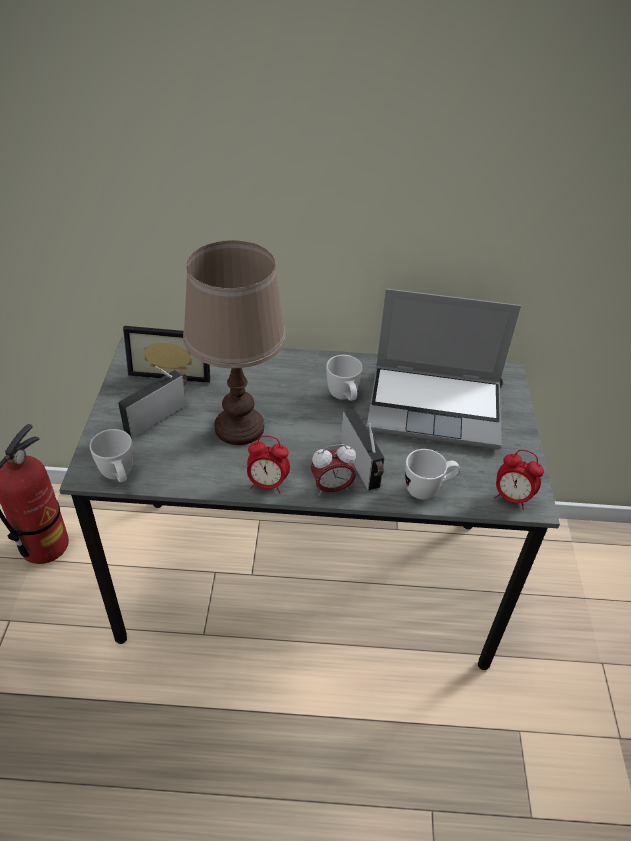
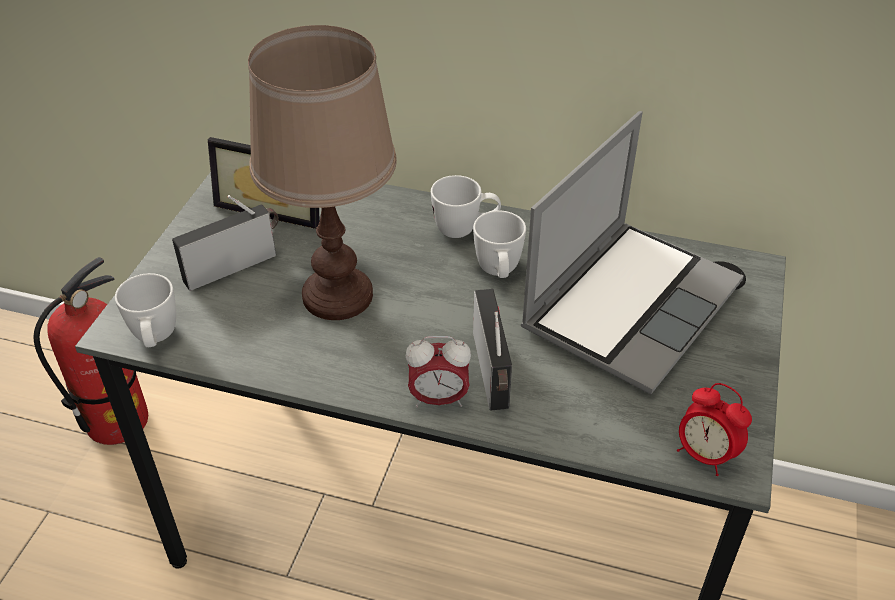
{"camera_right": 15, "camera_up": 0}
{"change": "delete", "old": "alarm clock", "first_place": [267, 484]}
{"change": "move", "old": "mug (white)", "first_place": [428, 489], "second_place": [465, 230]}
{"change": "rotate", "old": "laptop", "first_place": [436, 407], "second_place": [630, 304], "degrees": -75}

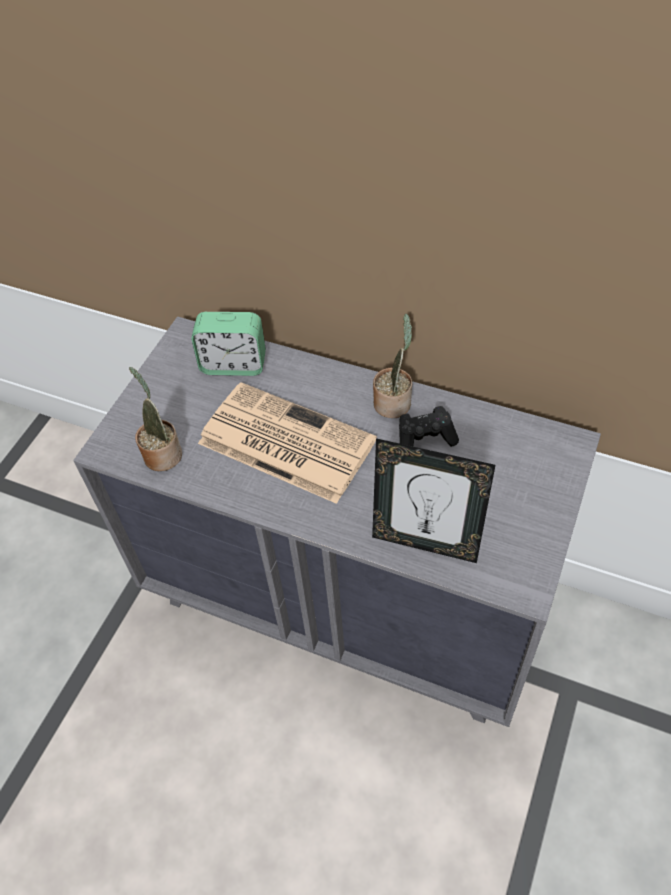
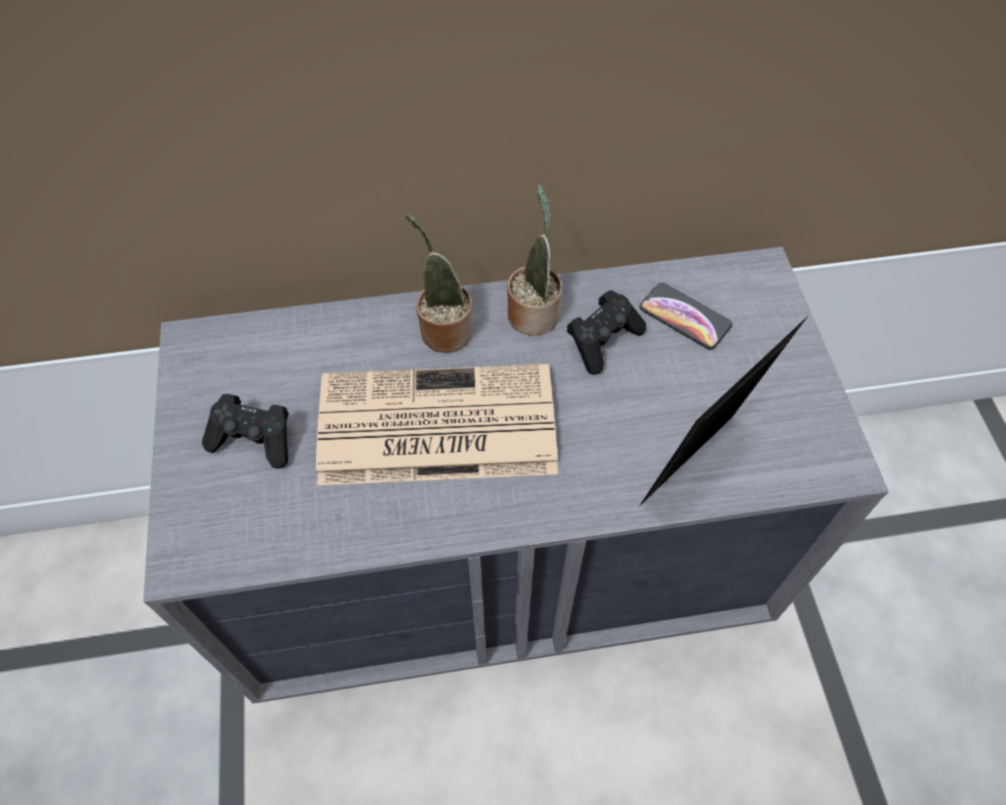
{"camera_right": -35, "camera_up": 5}
{"change": "delete", "old": "alarm clock", "first_place": [233, 364]}
{"change": "insert", "new": "game controller (black)", "second_place": [254, 439]}
{"change": "insert", "new": "phone", "second_place": [685, 317]}
{"change": "move", "old": "potted plant", "first_place": [162, 453], "second_place": [443, 329]}
{"change": "rotate", "old": "picture frame", "first_place": [425, 542], "second_place": [696, 468], "degrees": 150}

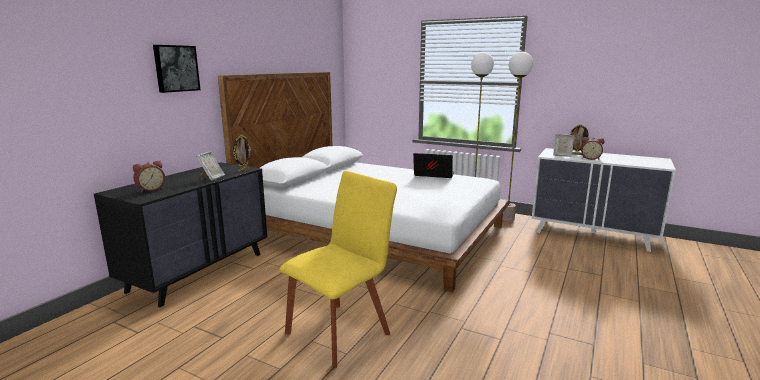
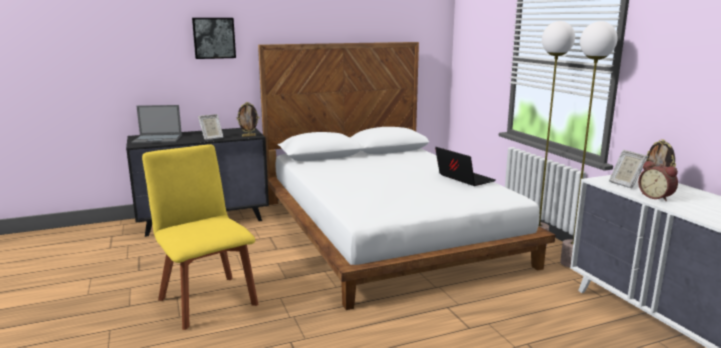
{"camera_right": 40, "camera_up": 0}
{"change": "replace", "old": "alarm clock", "new": "laptop", "first_place": [150, 189], "second_place": [158, 139]}
{"change": "rotate", "old": "chair (yellow)", "first_place": [341, 330], "second_place": [206, 299], "degrees": -120}

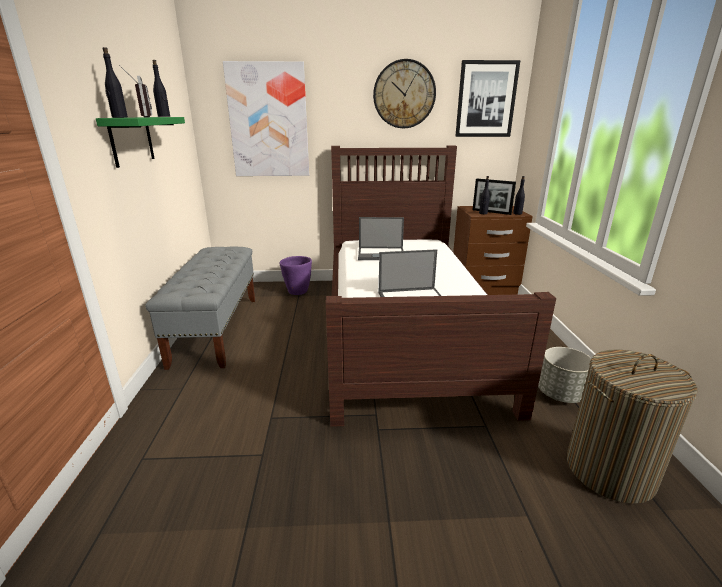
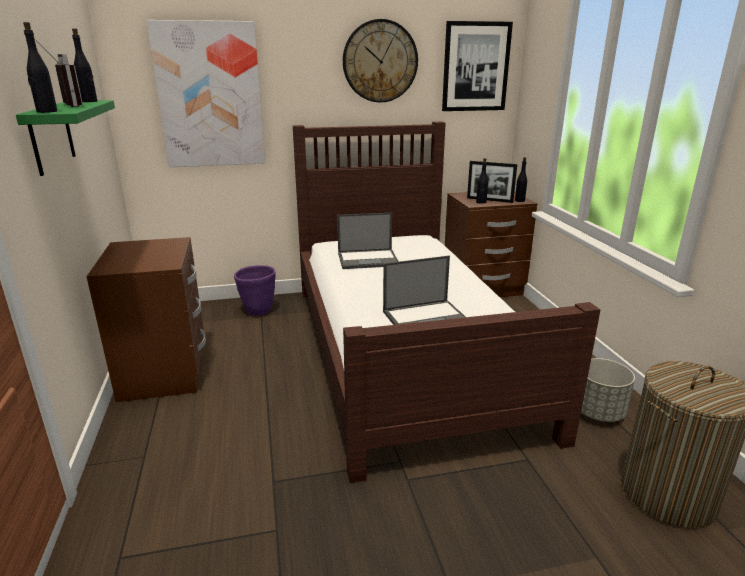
{"camera_right": -10, "camera_up": 0}
{"change": "replace", "old": "bench (grey)", "new": "nightstand (brown)", "first_place": [216, 329], "second_place": [165, 371]}

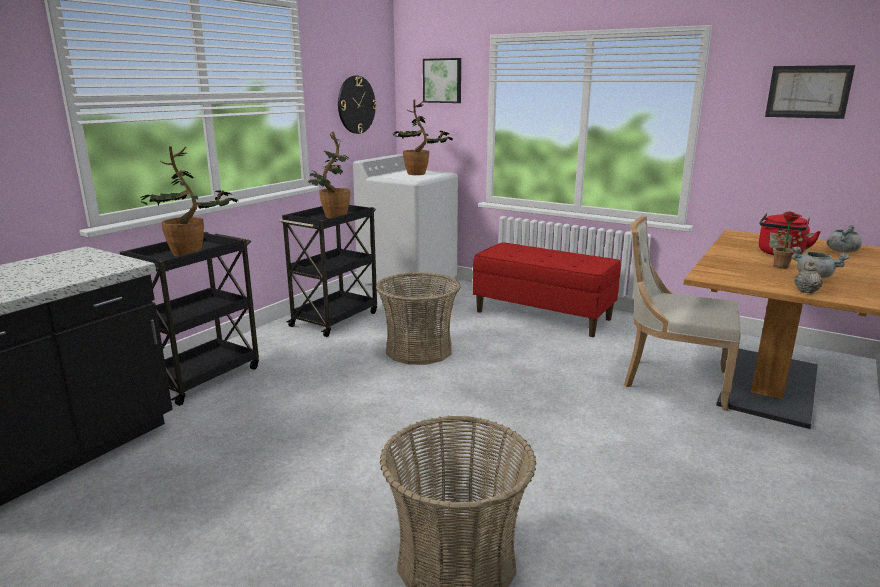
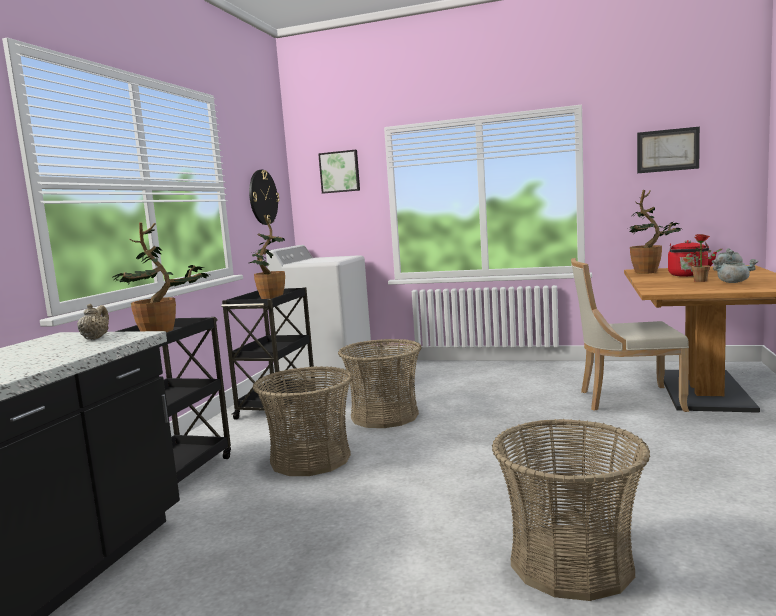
{"camera_right": -15, "camera_up": -10}
{"change": "delete", "old": "bench (red)", "first_place": [543, 315]}
{"change": "insert", "new": "basket", "second_place": [310, 459]}
{"change": "move", "old": "potted plant", "first_place": [421, 174], "second_place": [651, 271]}
{"change": "move", "old": "teapot (beige)", "first_place": [805, 291], "second_place": [95, 338]}

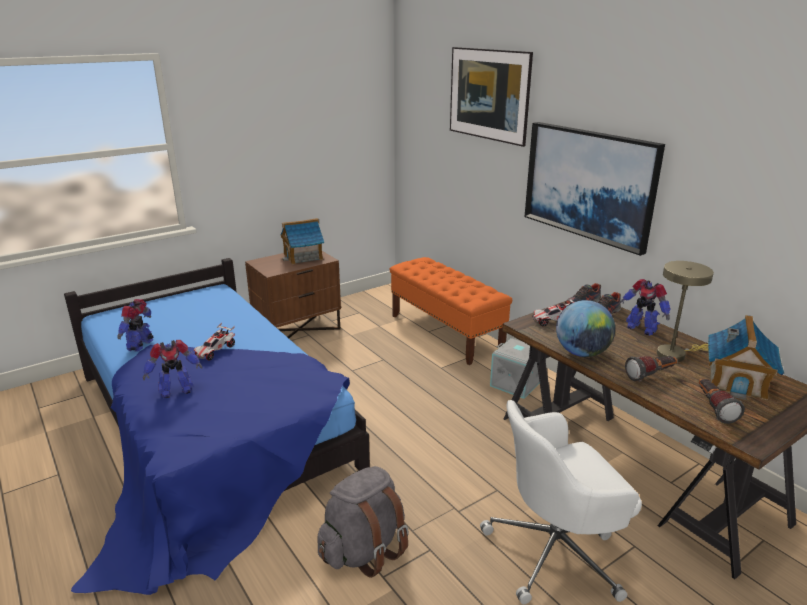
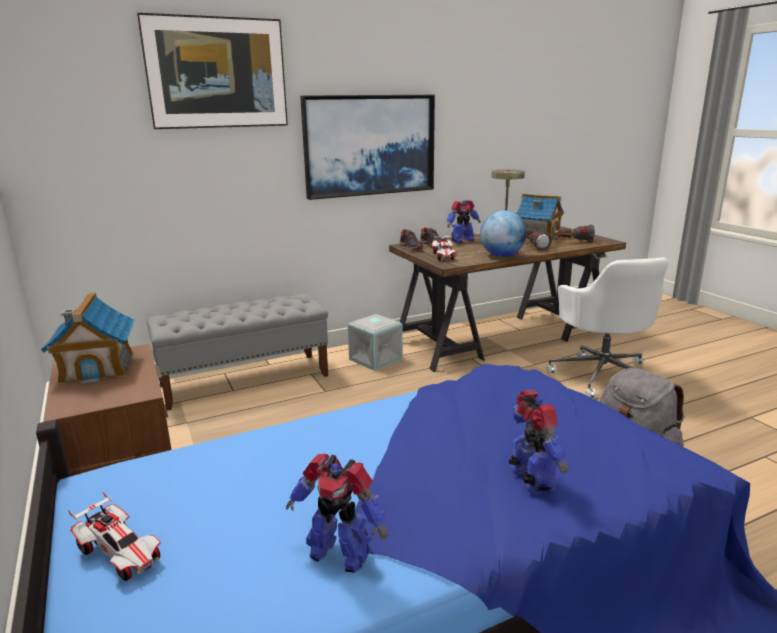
{"camera_right": -80, "camera_up": -5}
{"change": "move", "old": "toy car", "first_place": [215, 351], "second_place": [120, 554]}
{"change": "recolor", "old": "bench (orange)", "new": "bench (grey)", "first_place": [446, 332], "second_place": [245, 380]}

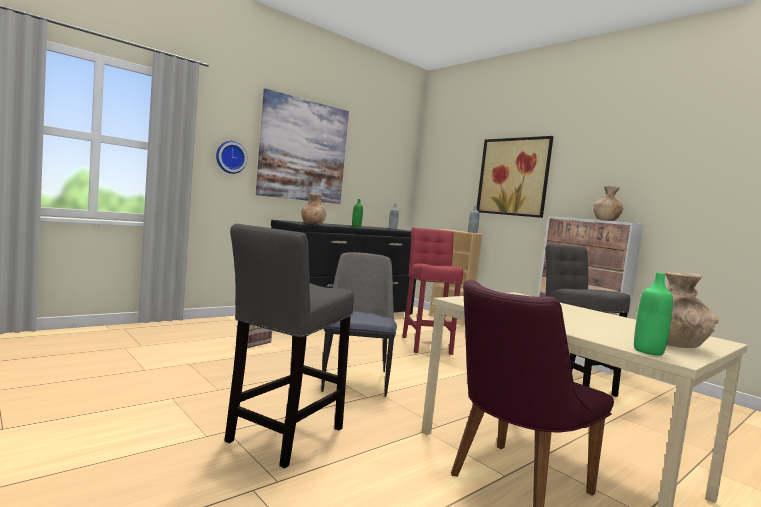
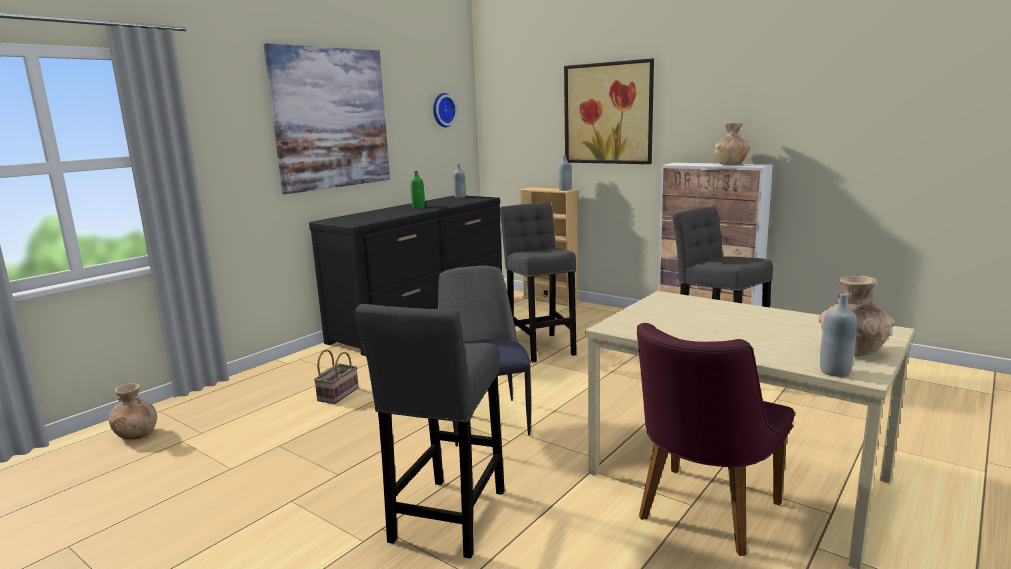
{"camera_right": -10, "camera_up": 10}
{"change": "move", "old": "wall clock", "first_place": [230, 157], "second_place": [442, 110]}
{"change": "move", "old": "vase (brown)", "first_place": [313, 224], "second_place": [137, 434]}
{"change": "recolor", "old": "stool (red)", "new": "stool (grey)", "first_place": [426, 344], "second_place": [540, 346]}
{"change": "recolor", "old": "bottle (green)", "new": "bottle (grey)", "first_place": [648, 351], "second_place": [835, 371]}

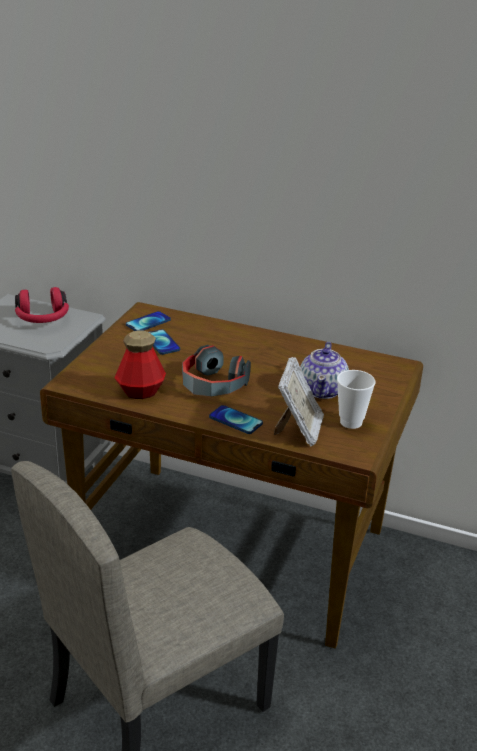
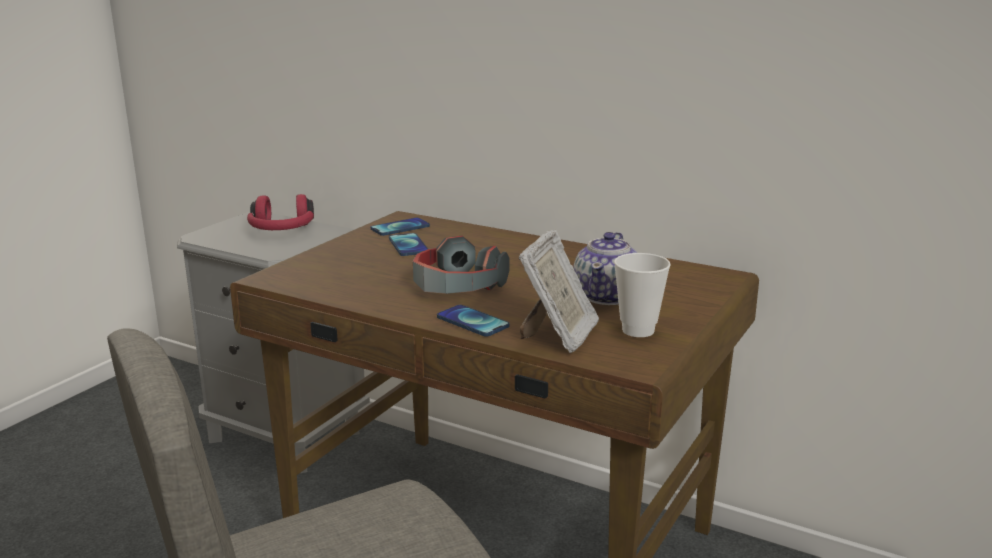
{"camera_right": 10, "camera_up": -10}
{"change": "delete", "old": "bottle", "first_place": [140, 392]}

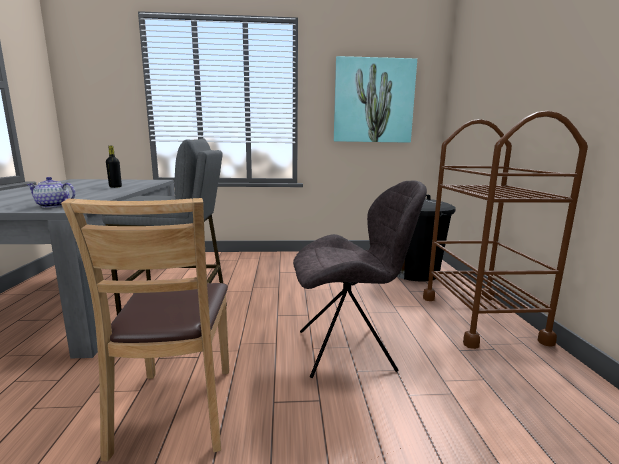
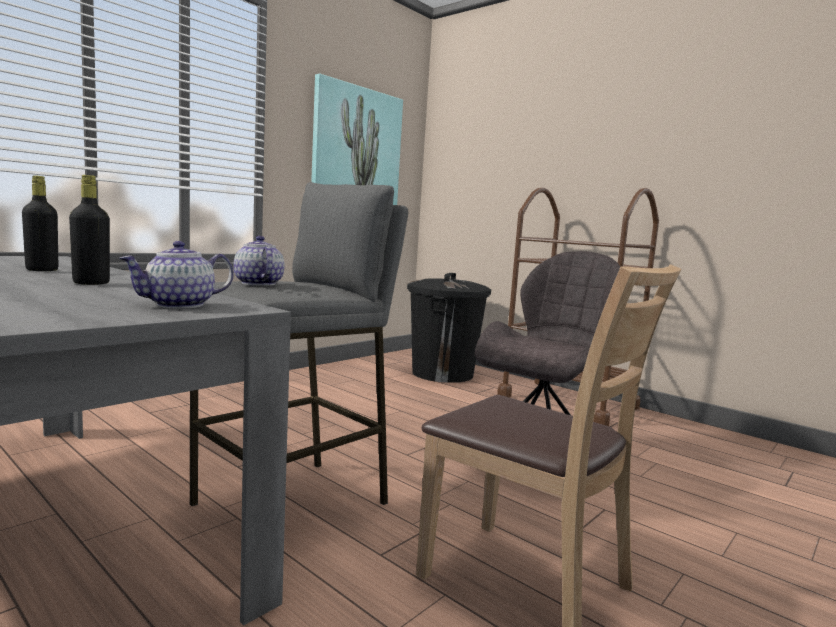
{"camera_right": -45, "camera_up": -5}
{"change": "insert", "new": "bottle (black)", "second_place": [91, 283]}
{"change": "insert", "new": "teapot", "second_place": [257, 284]}

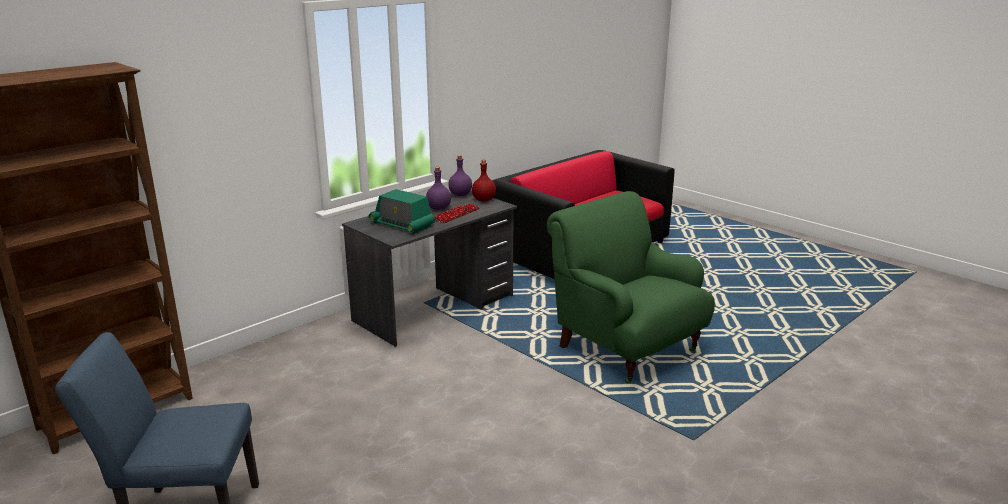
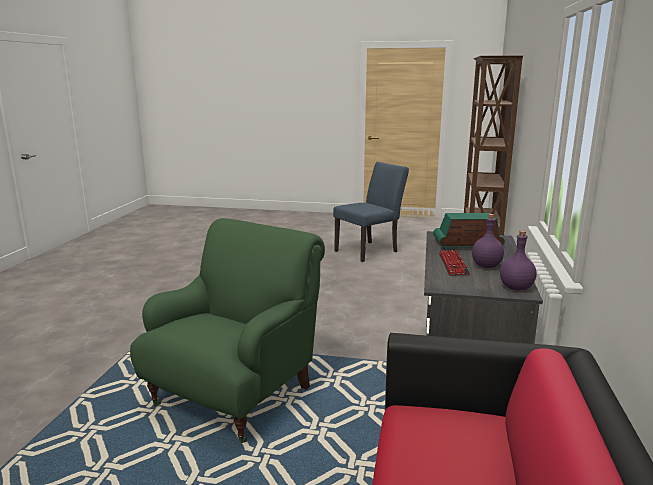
{"camera_right": 145, "camera_up": -5}
{"change": "delete", "old": "bottle (red)", "first_place": [484, 200]}
{"change": "rotate", "old": "armchair (green)", "first_place": [625, 348], "second_place": [236, 395], "degrees": -75}

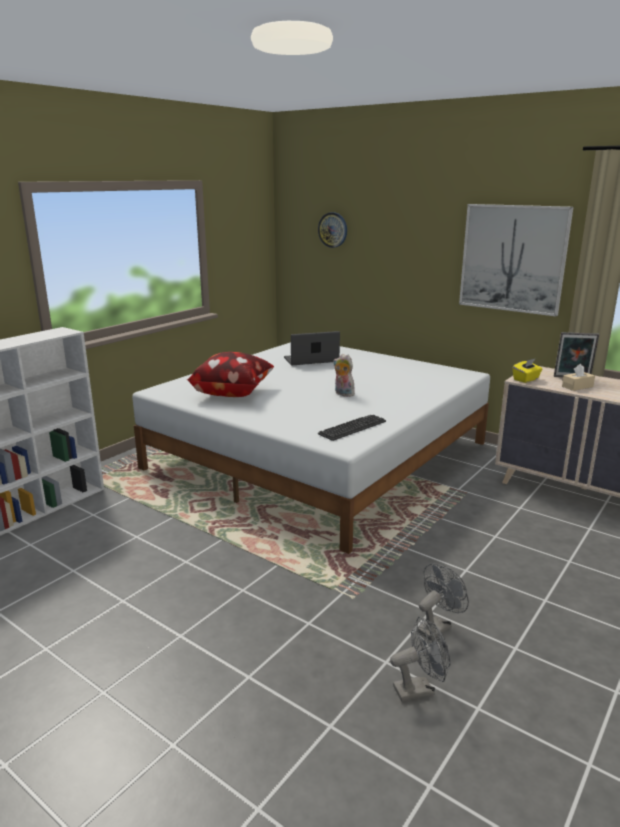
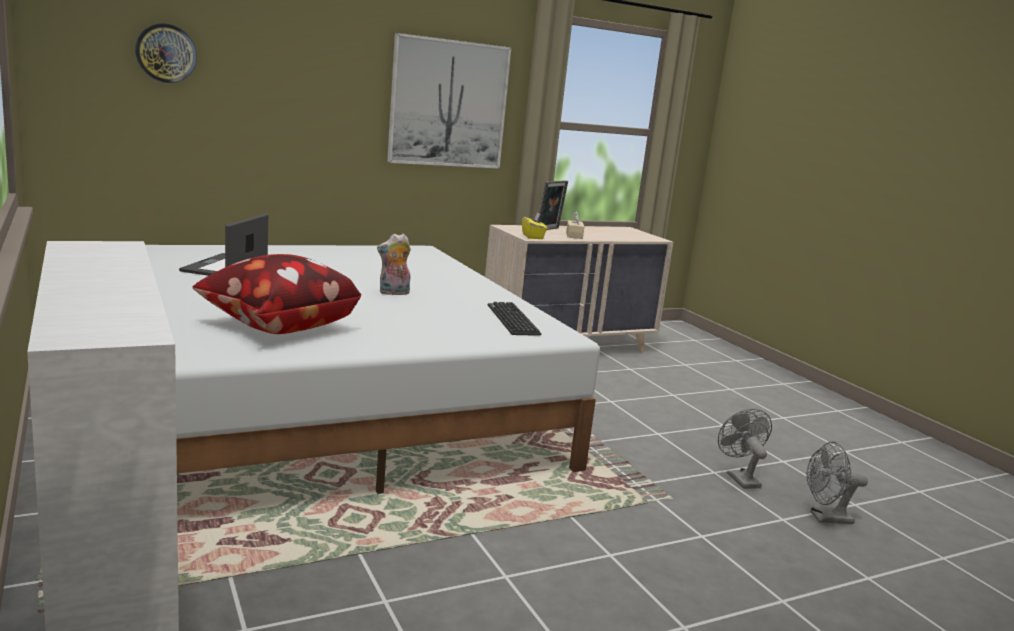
{"camera_right": -65, "camera_up": -5}
{"change": "rotate", "old": "fan (grey)", "first_place": [419, 689], "second_place": [825, 518], "degrees": -105}

